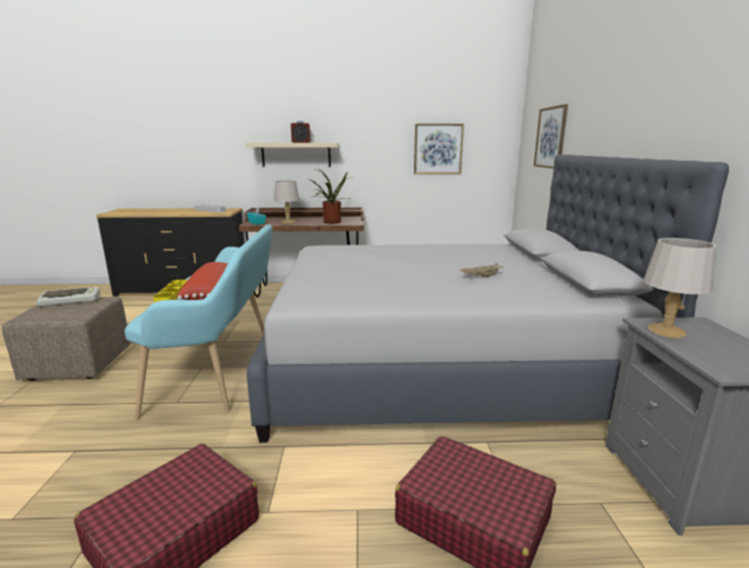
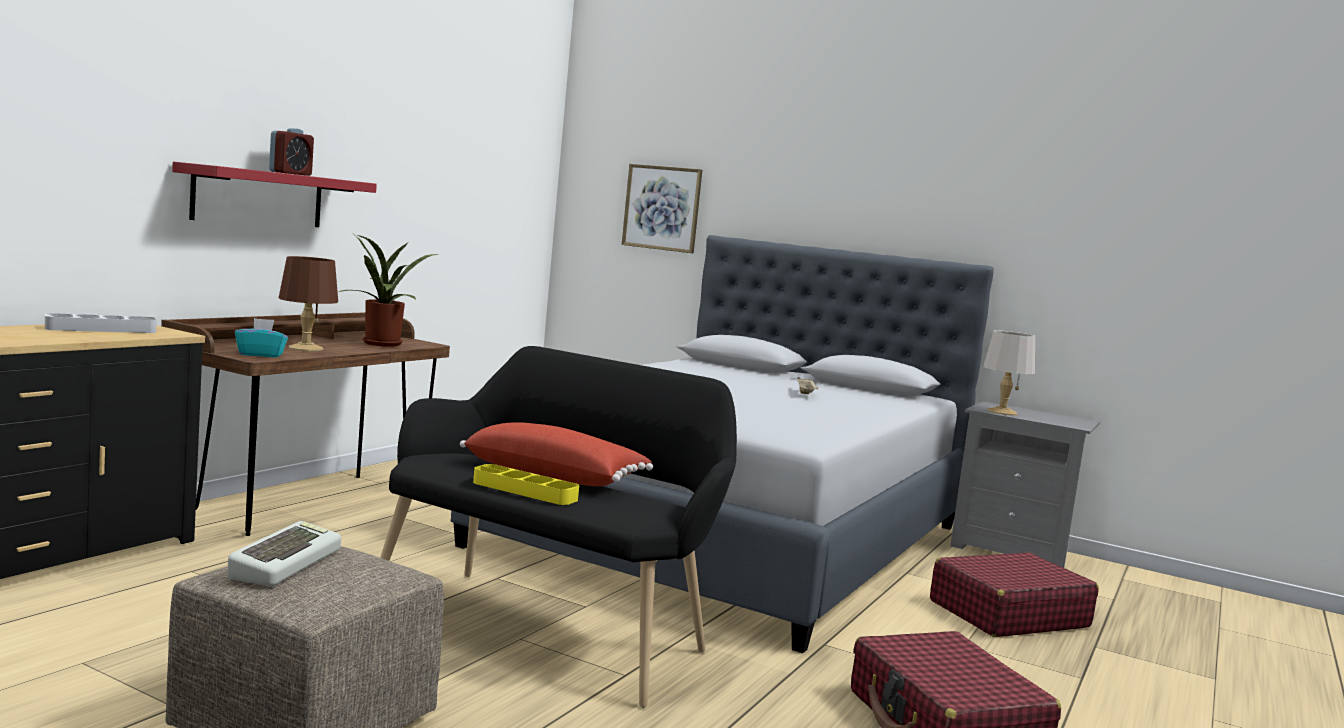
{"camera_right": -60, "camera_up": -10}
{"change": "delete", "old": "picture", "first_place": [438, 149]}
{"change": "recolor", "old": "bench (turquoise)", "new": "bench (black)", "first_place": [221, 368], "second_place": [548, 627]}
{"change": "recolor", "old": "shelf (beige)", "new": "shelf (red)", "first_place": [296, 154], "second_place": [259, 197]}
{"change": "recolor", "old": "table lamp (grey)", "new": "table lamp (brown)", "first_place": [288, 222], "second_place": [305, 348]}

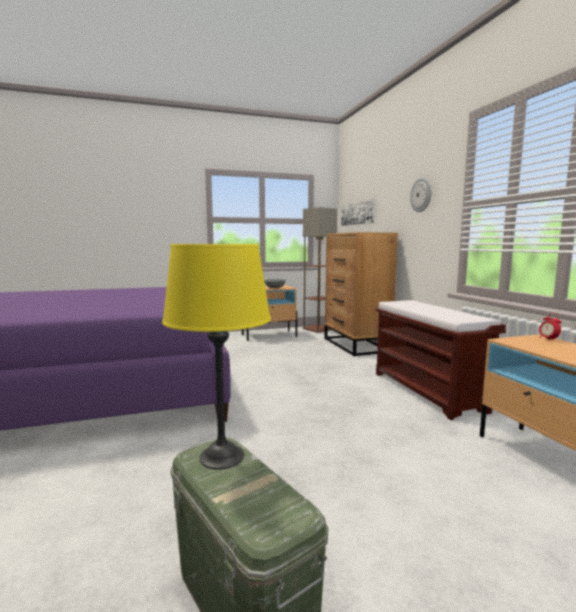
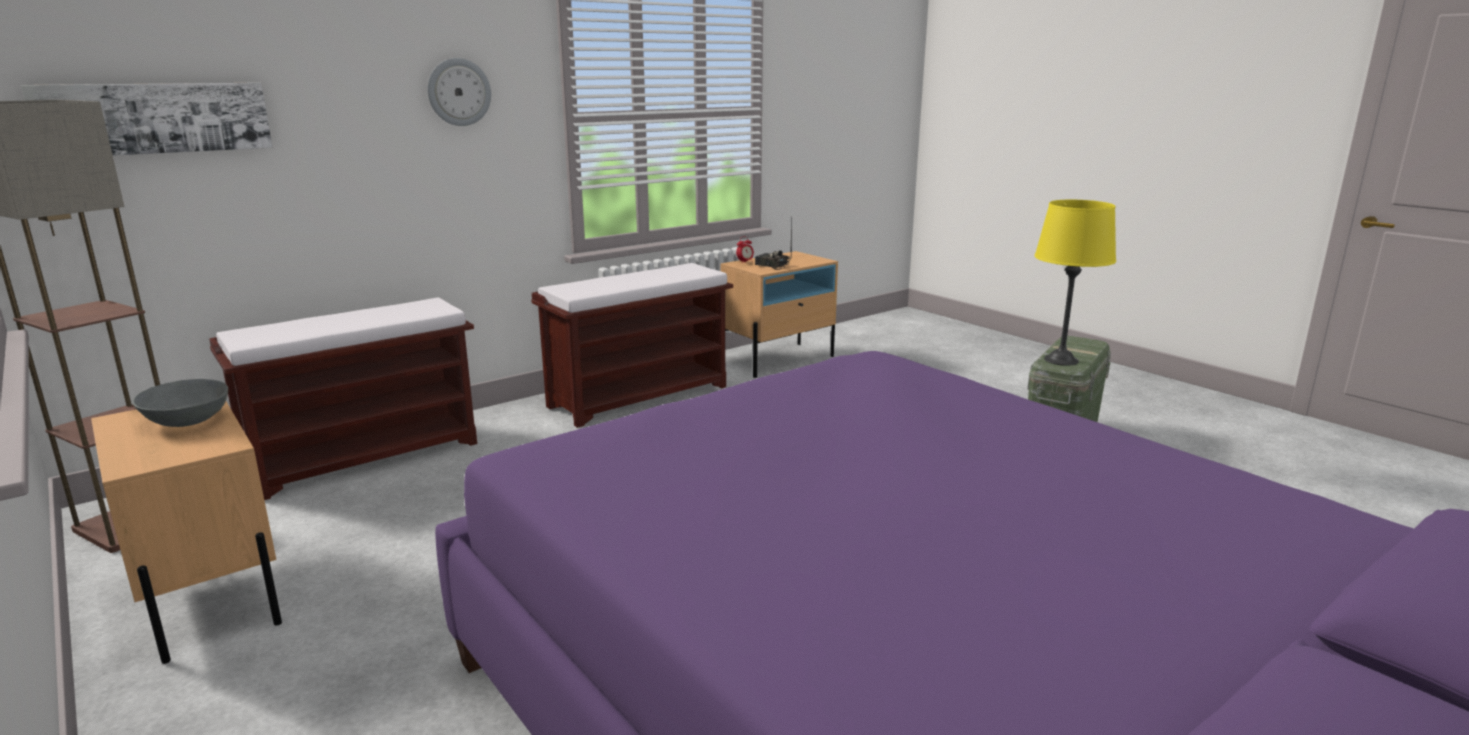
{"camera_right": -110, "camera_up": 10}
{"change": "insert", "new": "radio", "second_place": [772, 265]}
{"change": "replace", "old": "dresser (brown)", "new": "bench (brown)", "first_place": [356, 345], "second_place": [367, 456]}

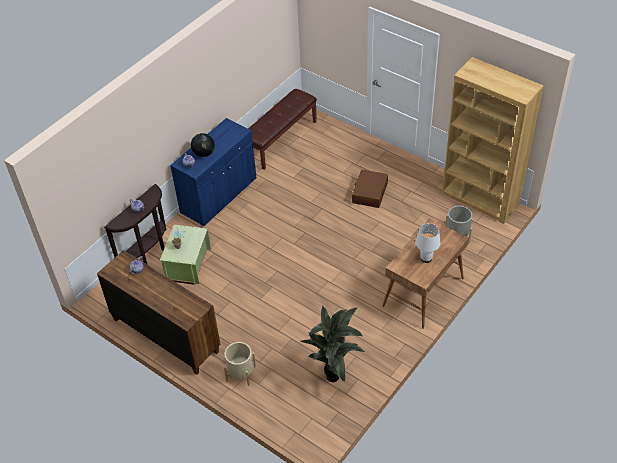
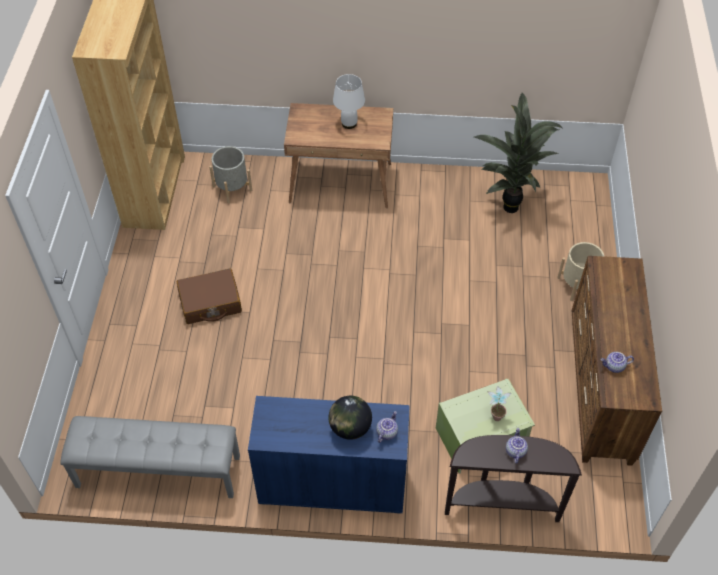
{"camera_right": -125, "camera_up": 5}
{"change": "recolor", "old": "bench (brown)", "new": "bench (grey)", "first_place": [280, 140], "second_place": [158, 472]}

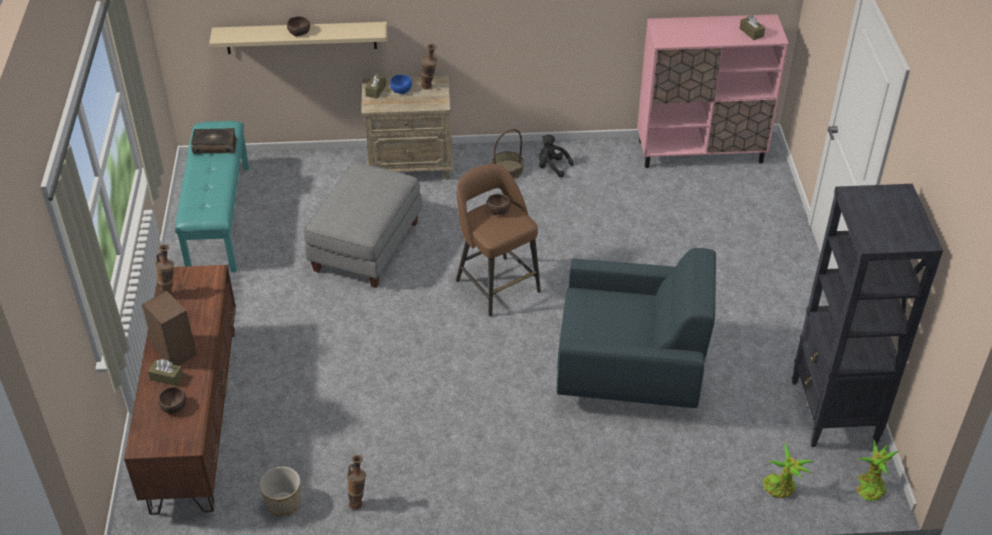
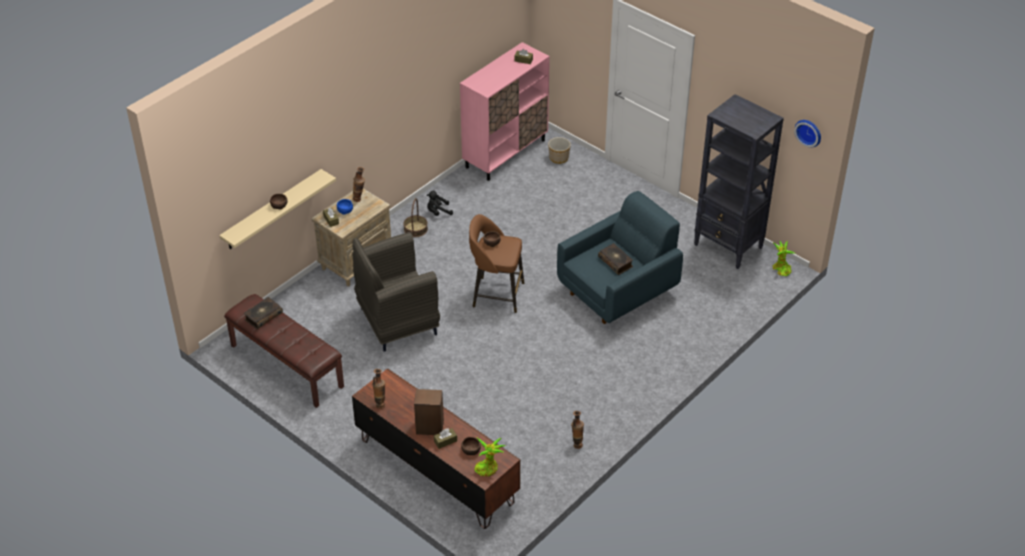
{"camera_right": -45, "camera_up": 0}
{"change": "insert", "new": "book", "second_place": [616, 262]}
{"change": "insert", "new": "wall clock", "second_place": [809, 132]}
{"change": "move", "old": "planter", "first_place": [284, 502], "second_place": [559, 158]}
{"change": "move", "old": "potted plant", "first_place": [781, 488], "second_place": [488, 468]}
{"change": "replace", "old": "ottoman (grey)", "new": "armchair (grey)", "first_place": [366, 245], "second_place": [397, 322]}
{"change": "recolor", "old": "bench (turquoise)", "new": "bench (brown)", "first_place": [218, 218], "second_place": [286, 366]}

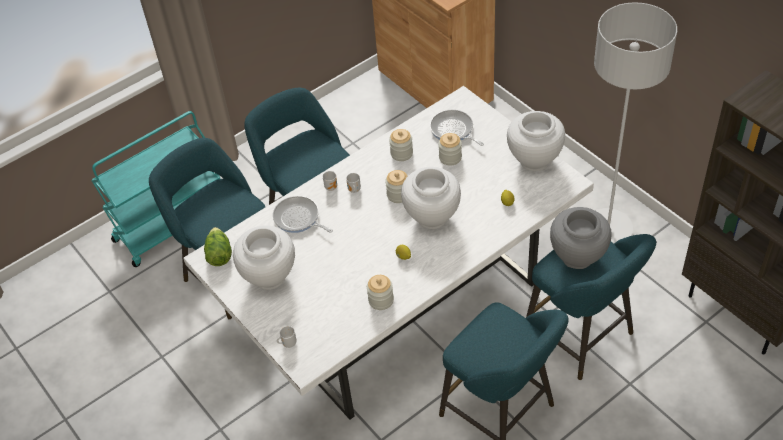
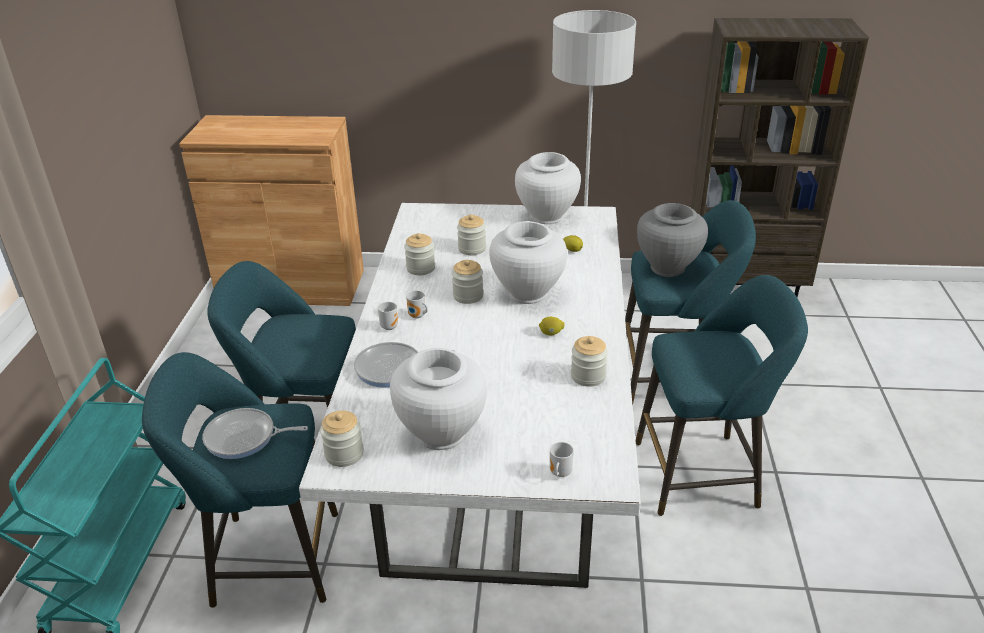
{"camera_right": -50, "camera_up": -15}
{"change": "move", "old": "frying pan", "first_place": [453, 130], "second_place": [244, 438]}
{"change": "replace", "old": "lettuce", "new": "jar", "first_place": [219, 254], "second_place": [344, 454]}

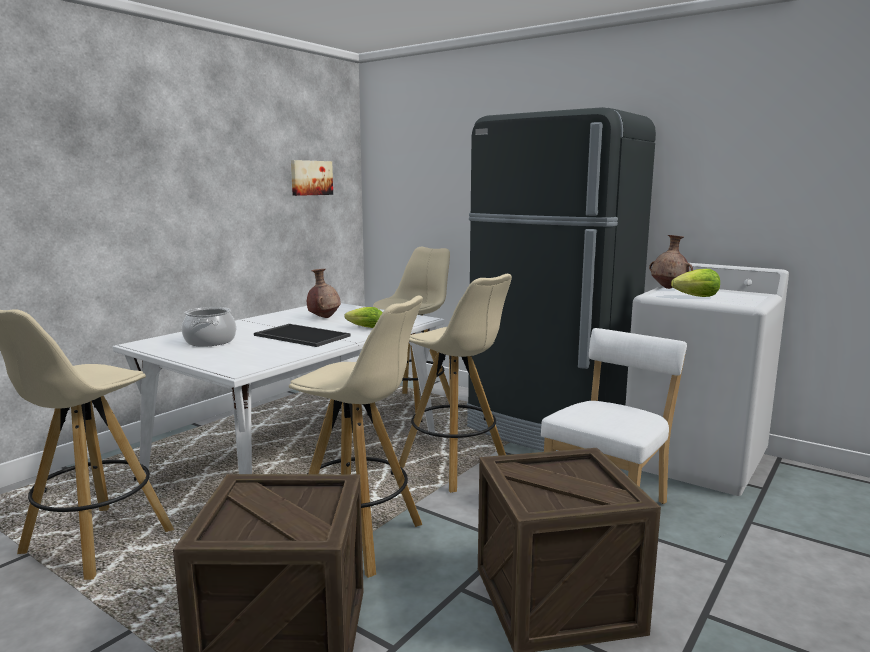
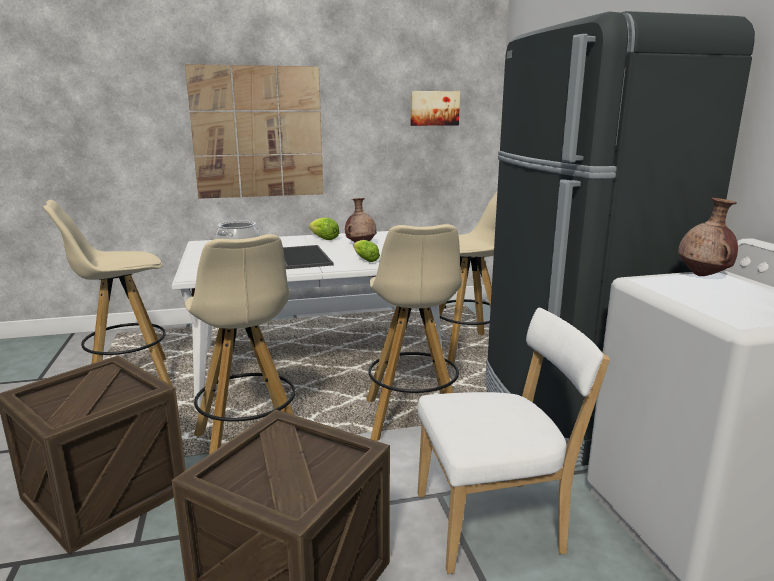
{"camera_right": 40, "camera_up": 5}
{"change": "insert", "new": "picture", "second_place": [258, 133]}
{"change": "move", "old": "lettuce", "first_place": [697, 297], "second_place": [324, 239]}

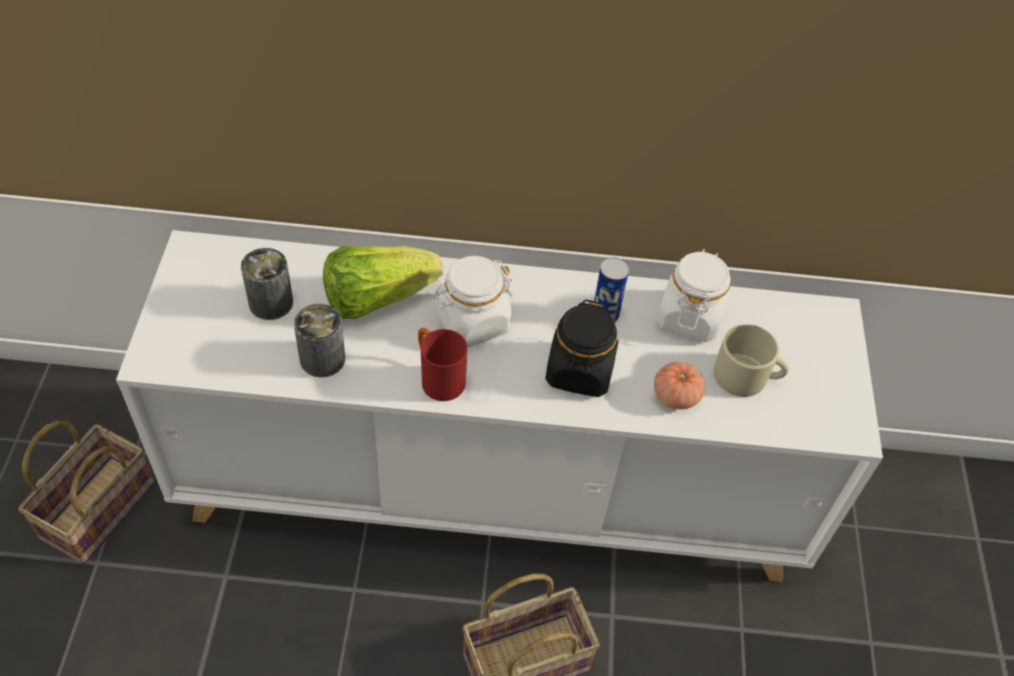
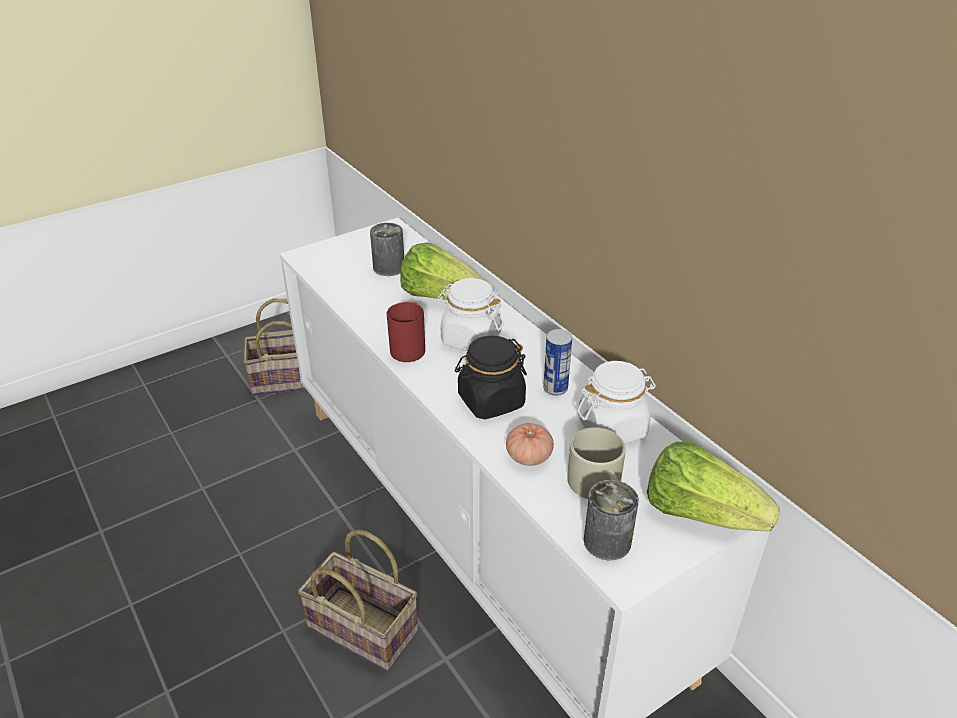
{"camera_right": 55, "camera_up": -15}
{"change": "insert", "new": "lettuce", "second_place": [699, 512]}
{"change": "move", "old": "can", "first_place": [322, 359], "second_place": [607, 541]}

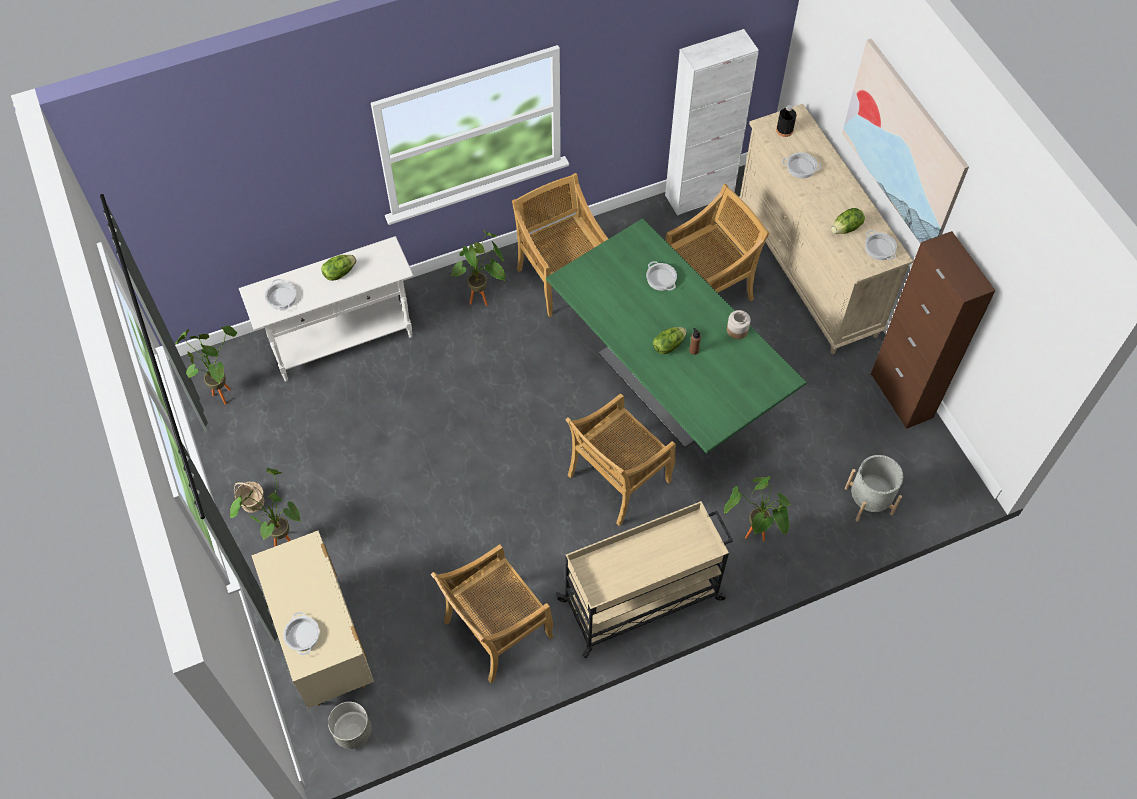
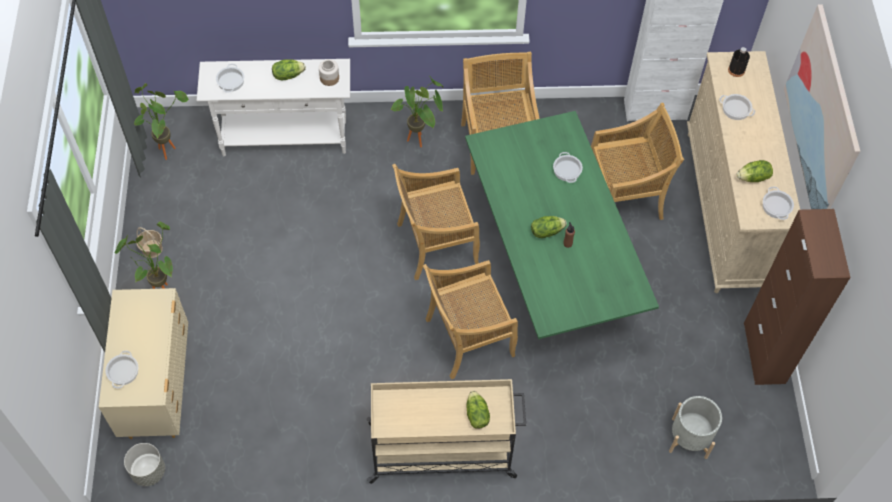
{"camera_right": 20, "camera_up": 0}
{"change": "delete", "old": "potted plant", "first_place": [753, 539]}
{"change": "insert", "new": "lettuce", "second_place": [476, 415]}
{"change": "move", "old": "chair (beige)", "first_place": [496, 631], "second_place": [435, 244]}
{"change": "move", "old": "jar", "first_place": [737, 330], "second_place": [329, 78]}

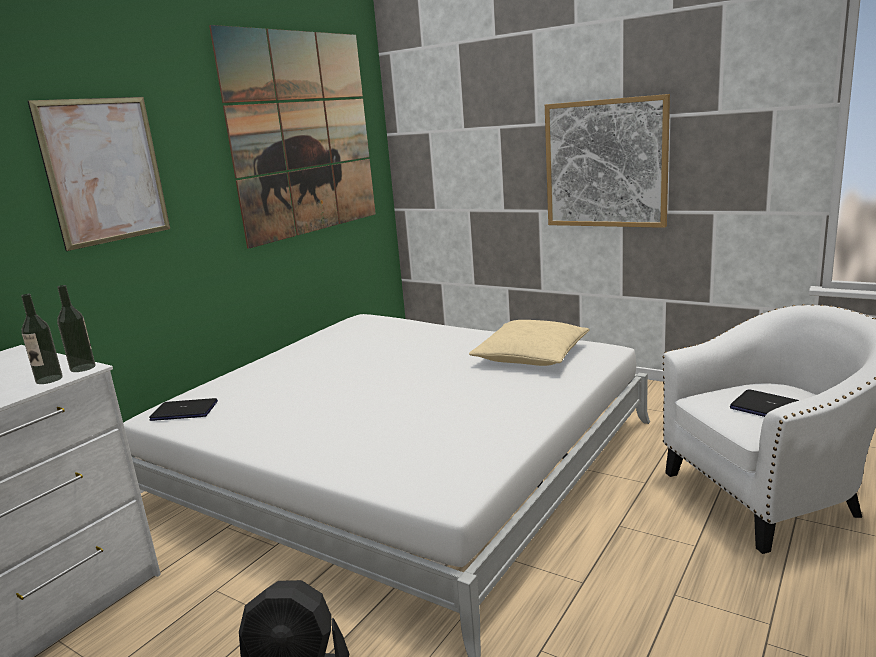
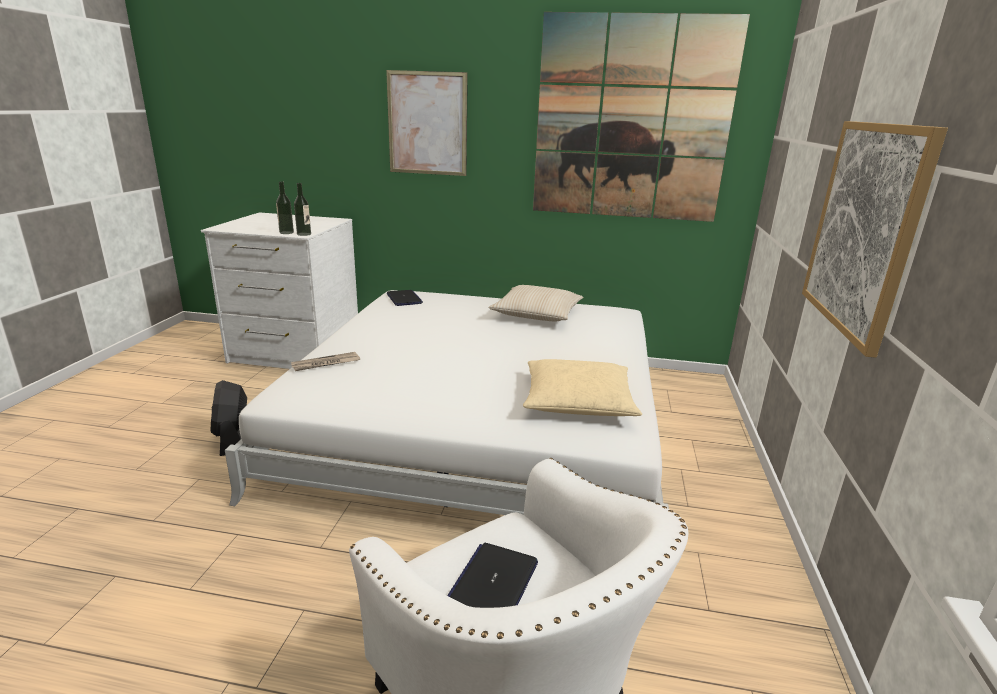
{"camera_right": 65, "camera_up": 5}
{"change": "insert", "new": "newspaper", "second_place": [325, 364]}
{"change": "insert", "new": "pillow (beige)", "second_place": [536, 314]}

